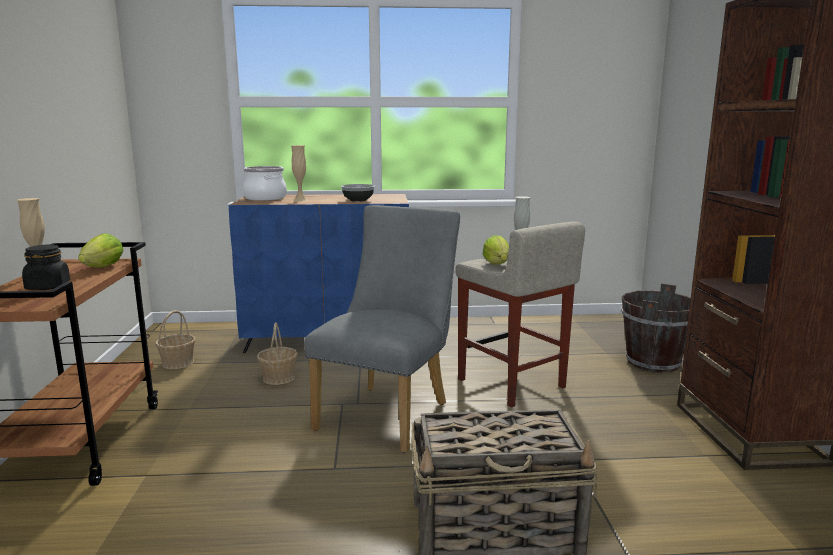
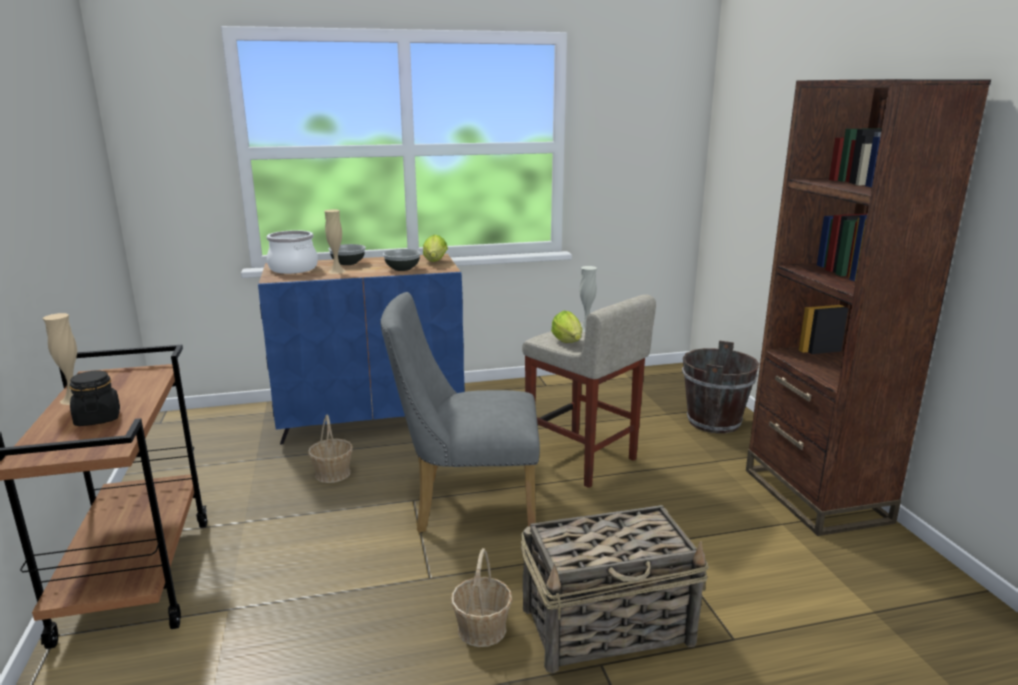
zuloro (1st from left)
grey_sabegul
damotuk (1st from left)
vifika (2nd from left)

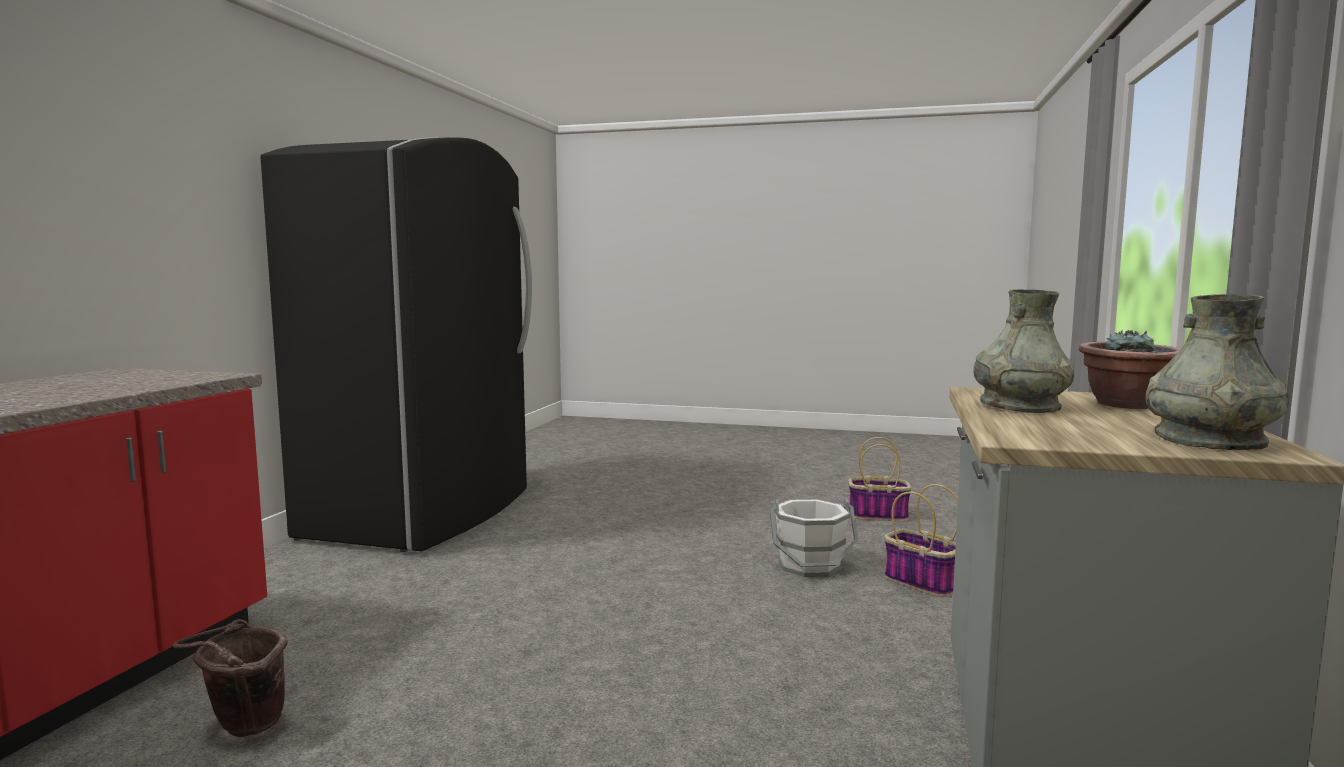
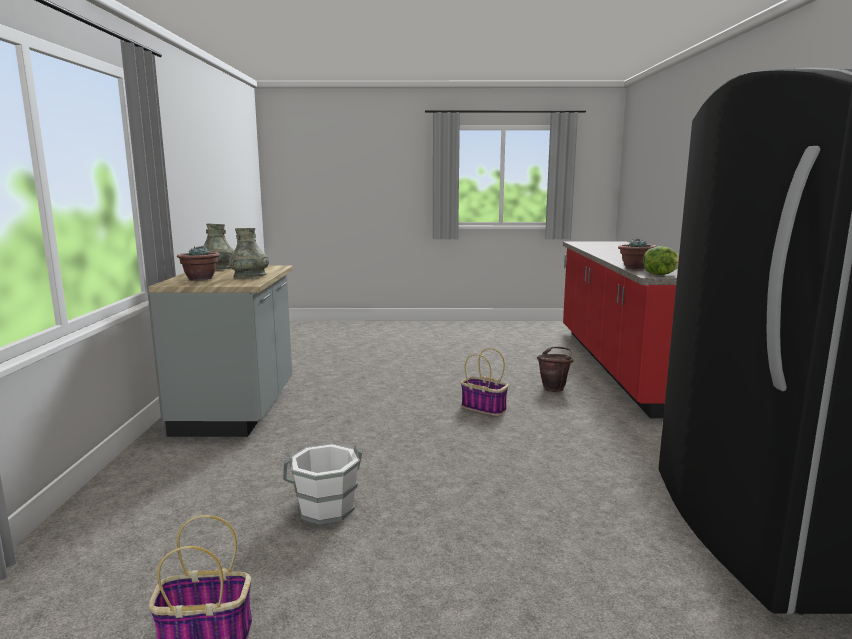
vifika (2nd from left)
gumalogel (2nd from left)
damotuk

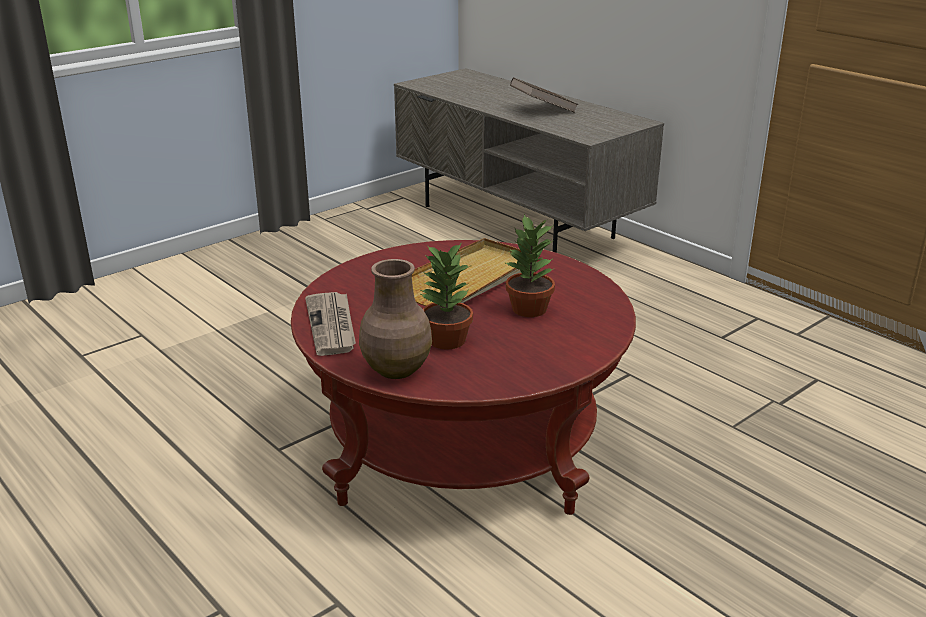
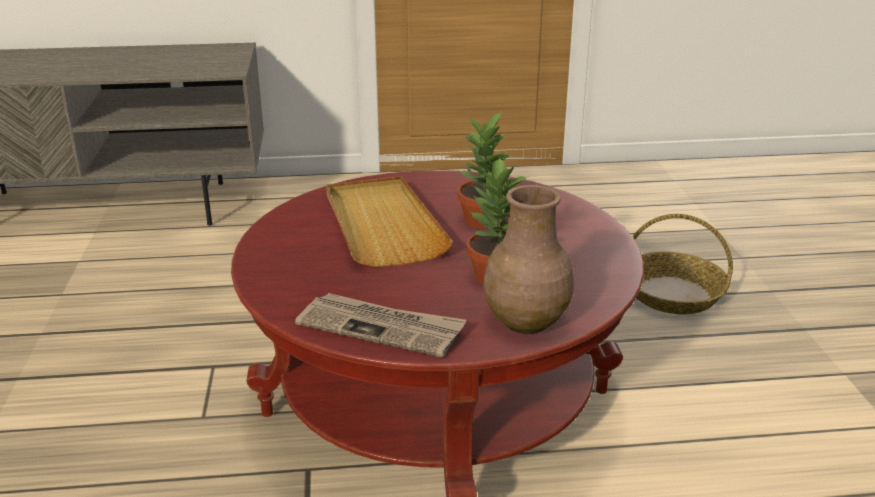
vifika
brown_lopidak

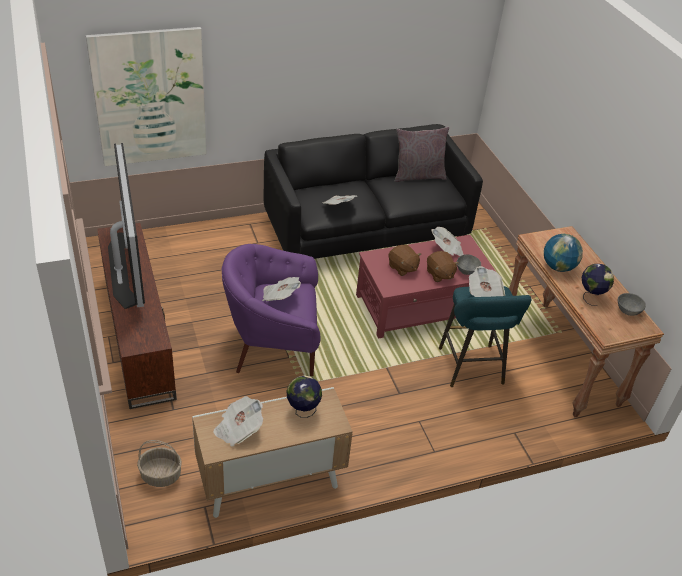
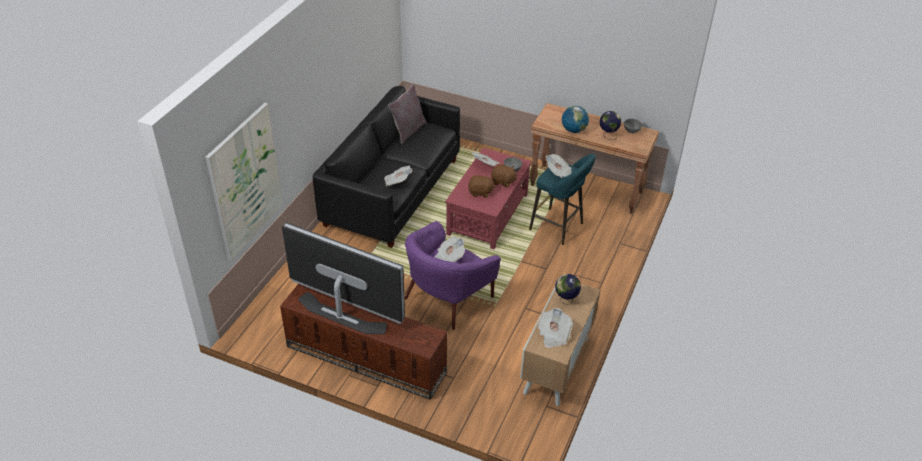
vifika

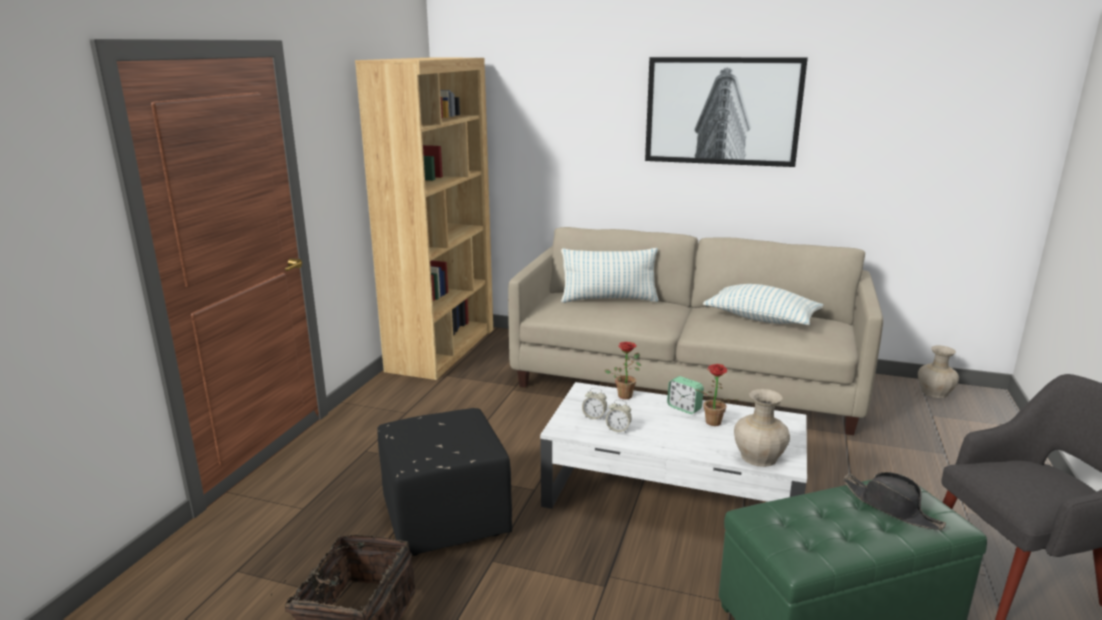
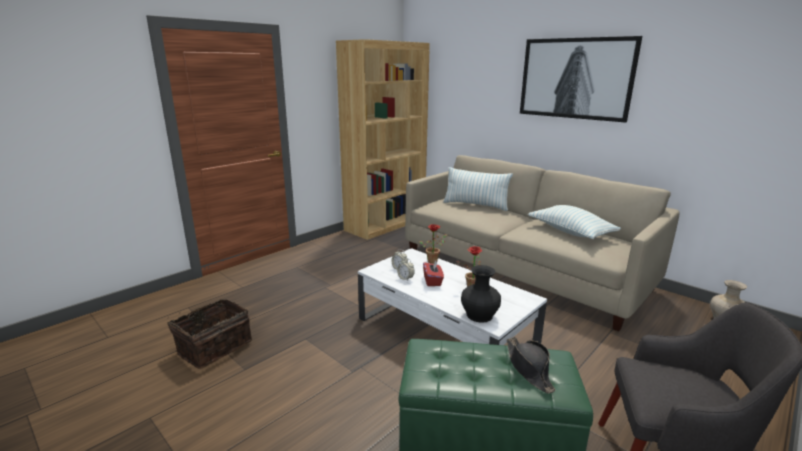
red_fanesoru
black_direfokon
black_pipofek
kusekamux (3rd from left in the first image)

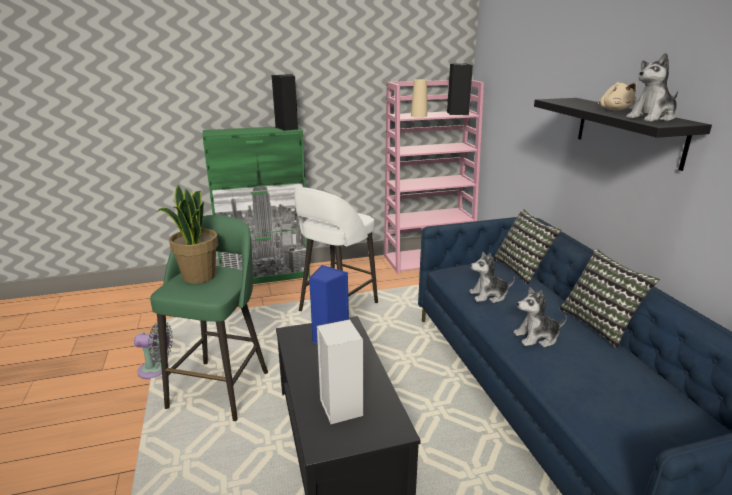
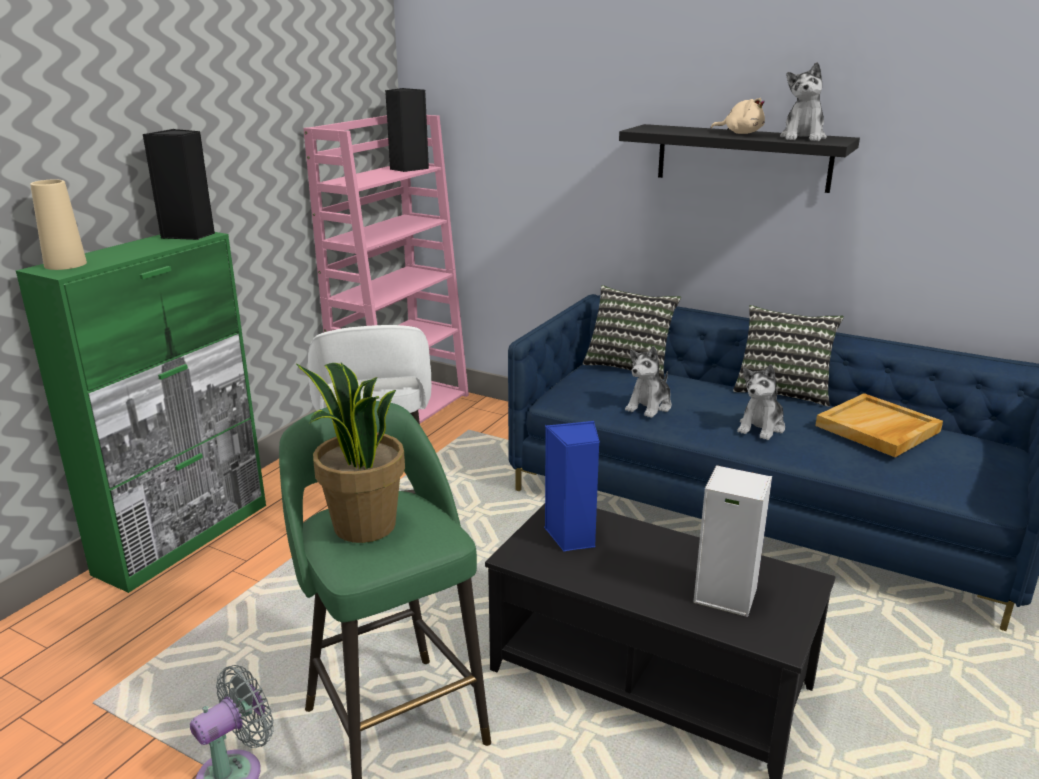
beige_direfokon
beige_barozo

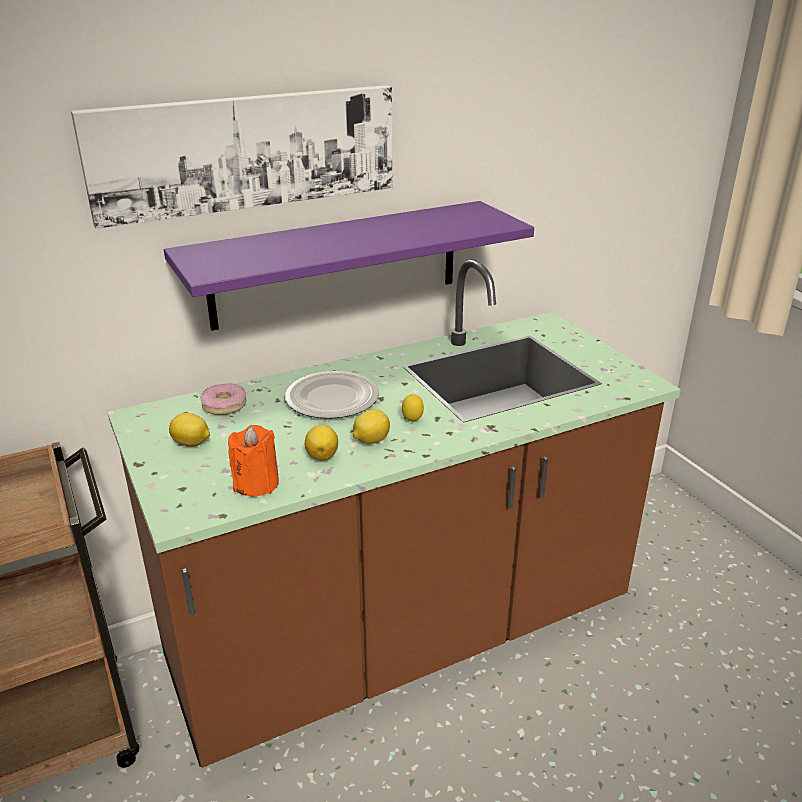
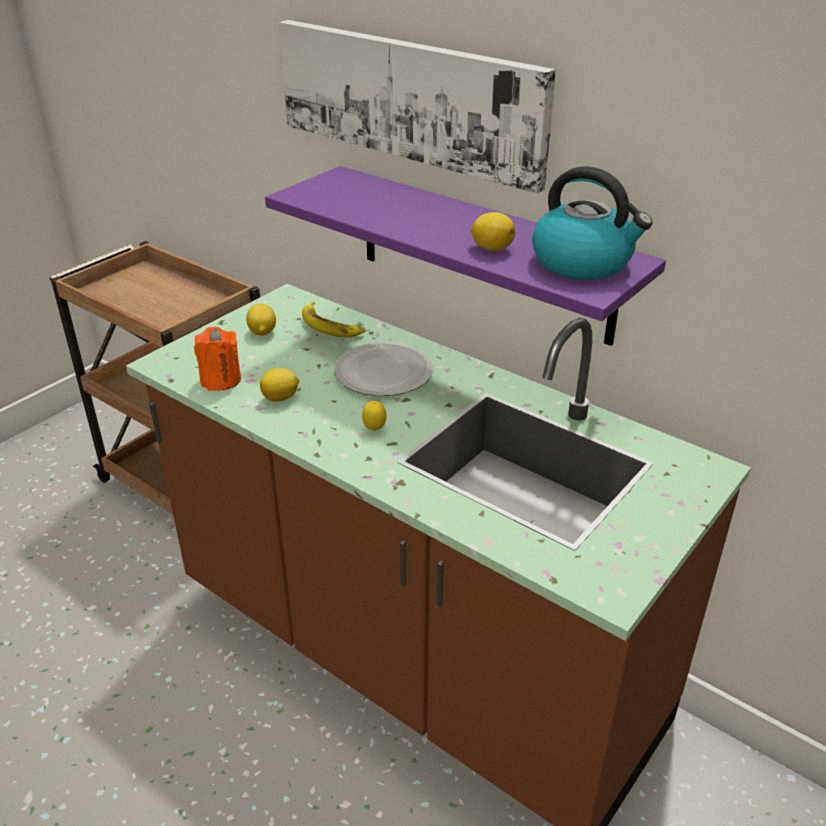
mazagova
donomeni (4th from left)
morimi

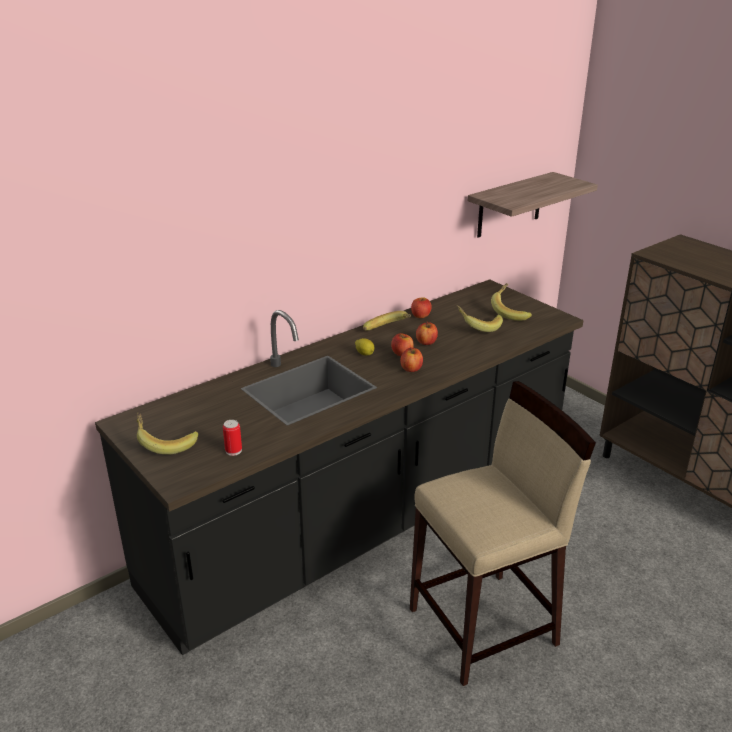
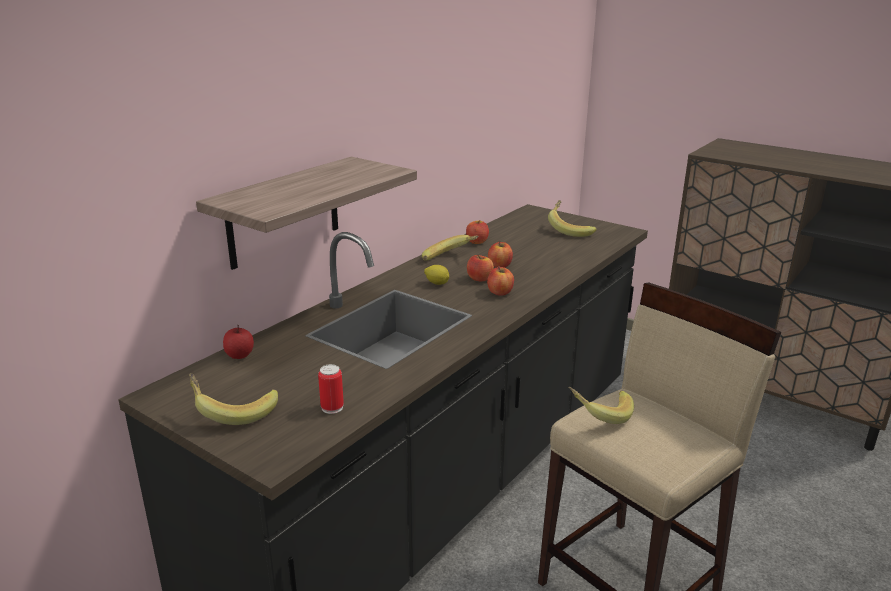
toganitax
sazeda (1st from left)
mazagova (4th from left)

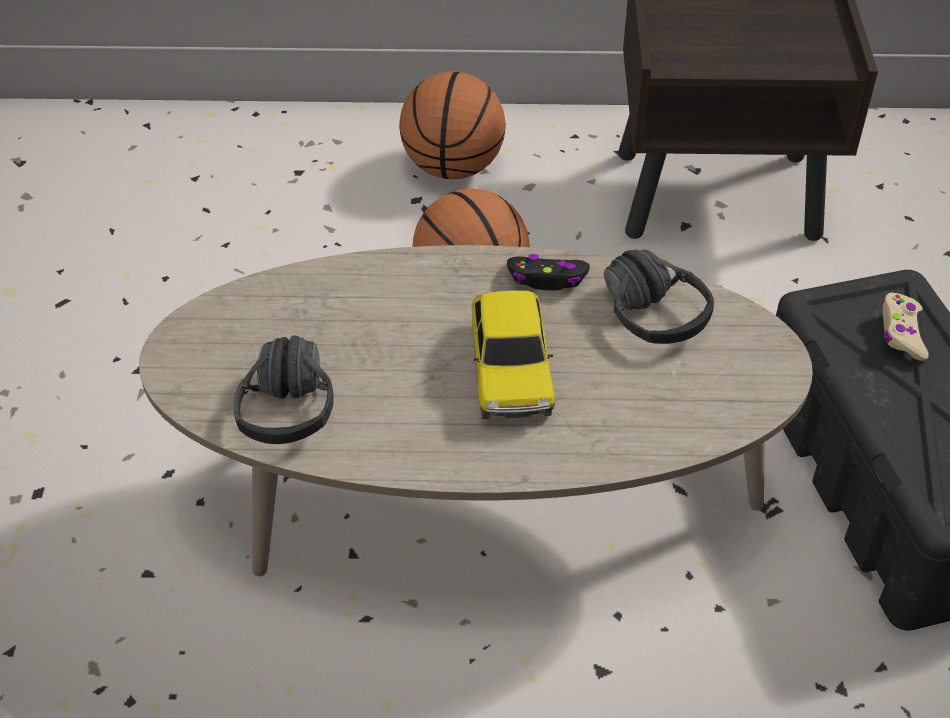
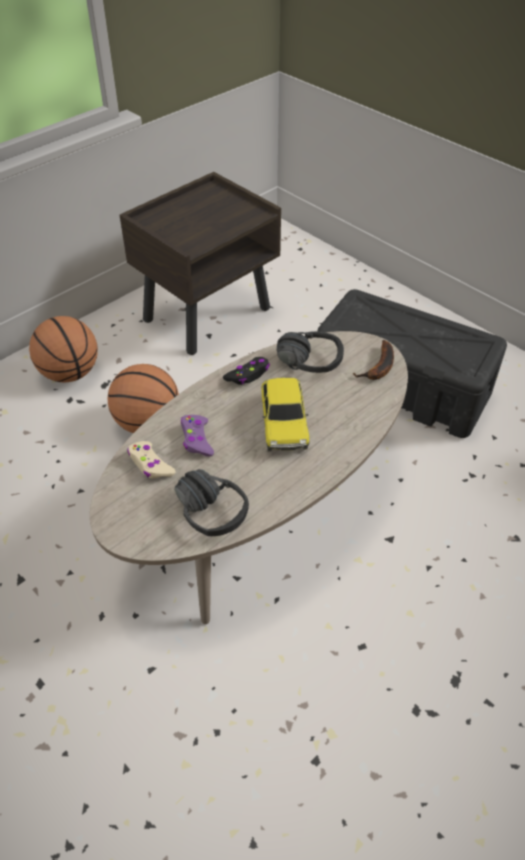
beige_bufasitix
purple_bufasitix
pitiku
mazagova

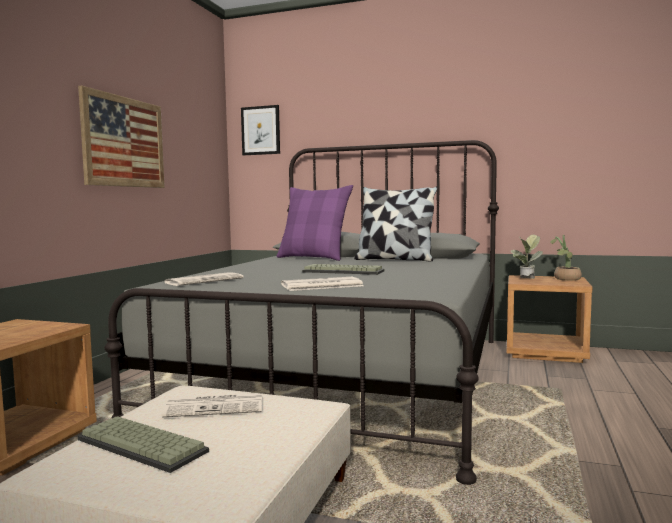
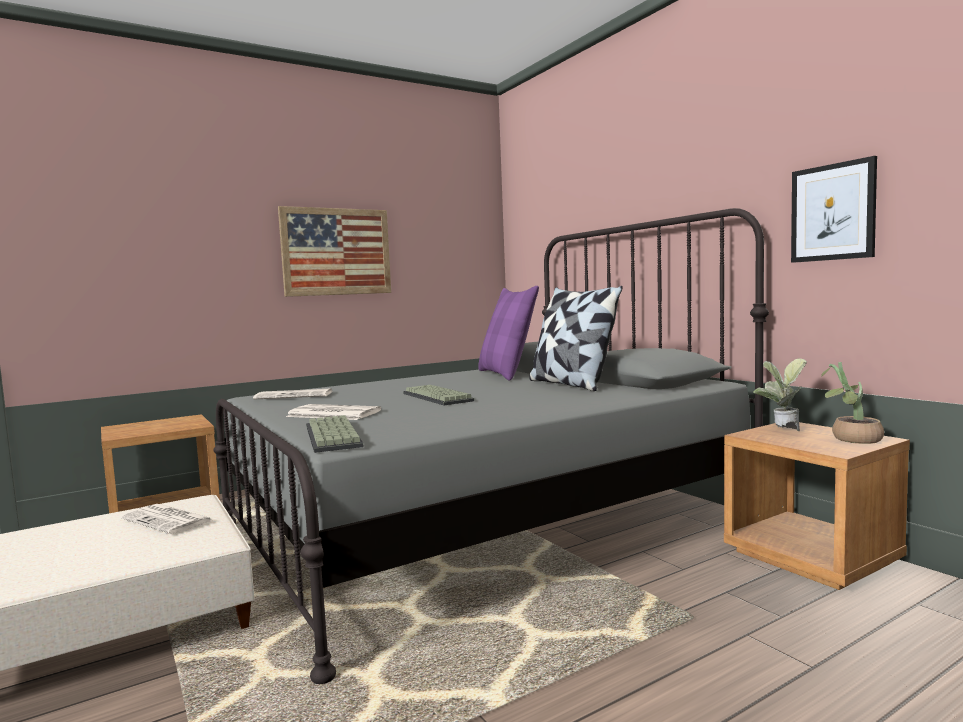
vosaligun (1st from left)
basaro (2nd from left)

